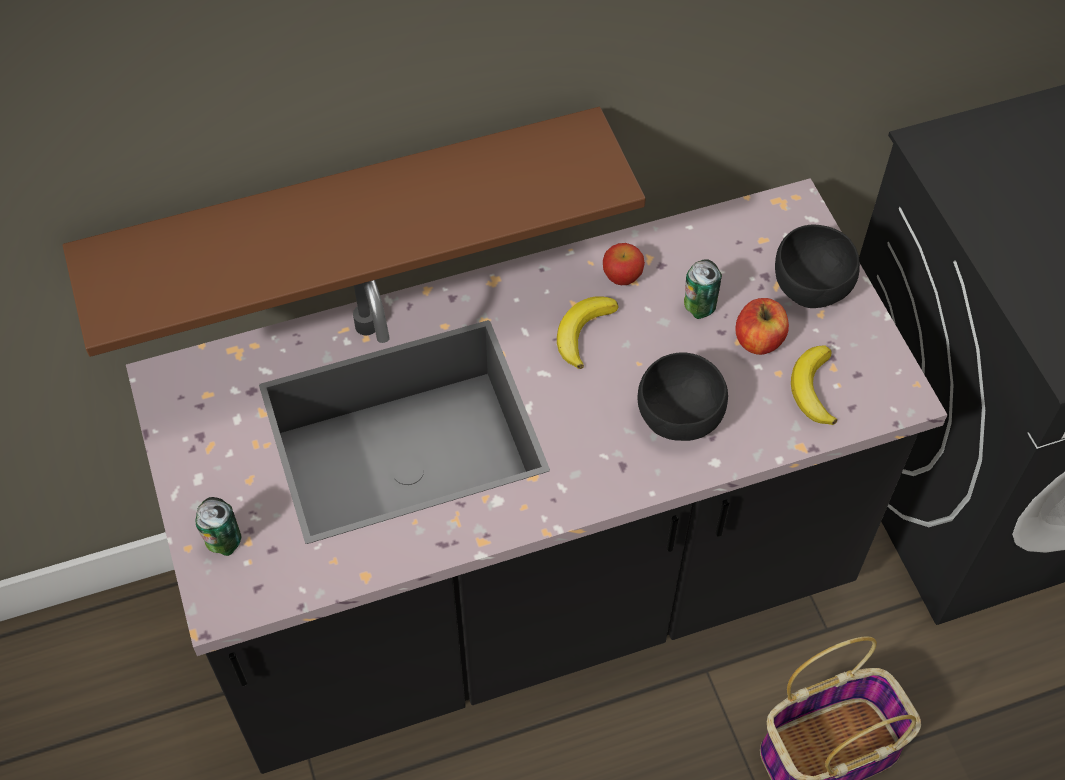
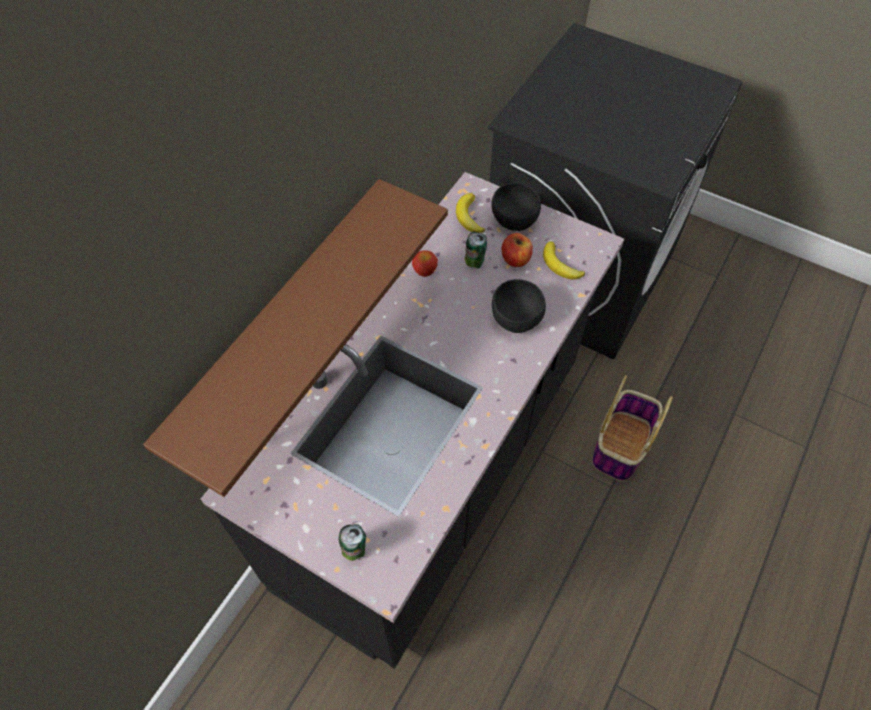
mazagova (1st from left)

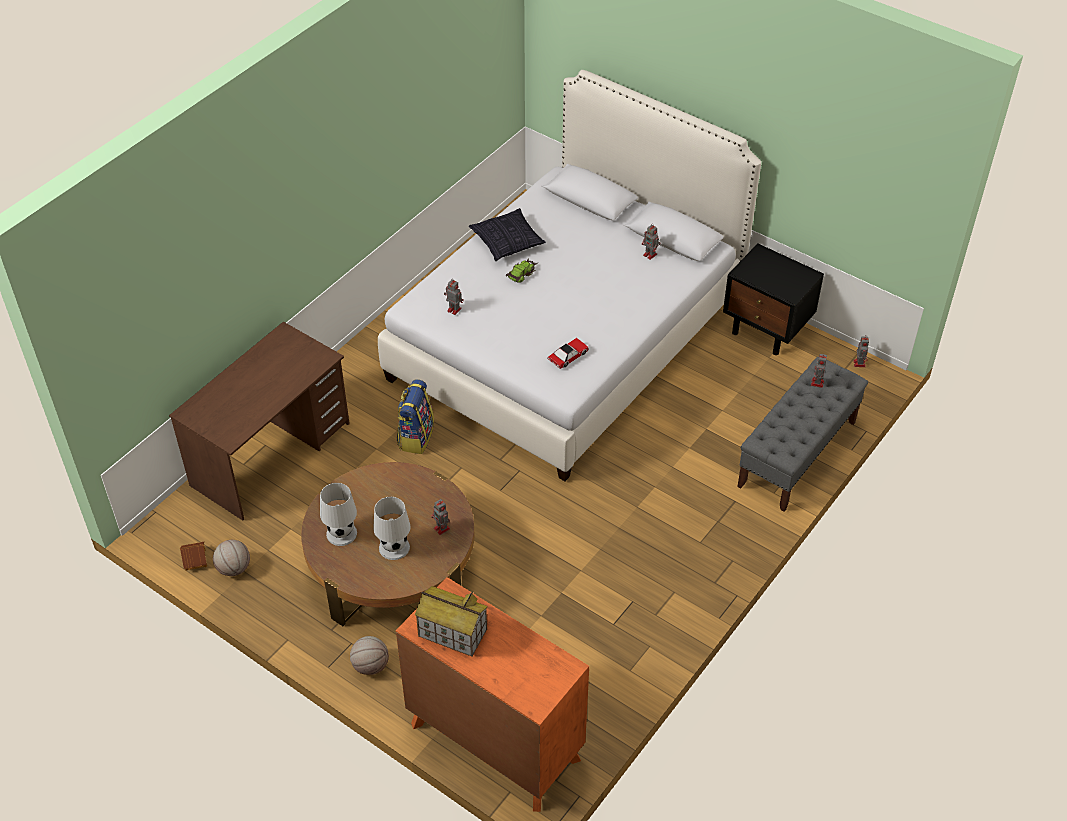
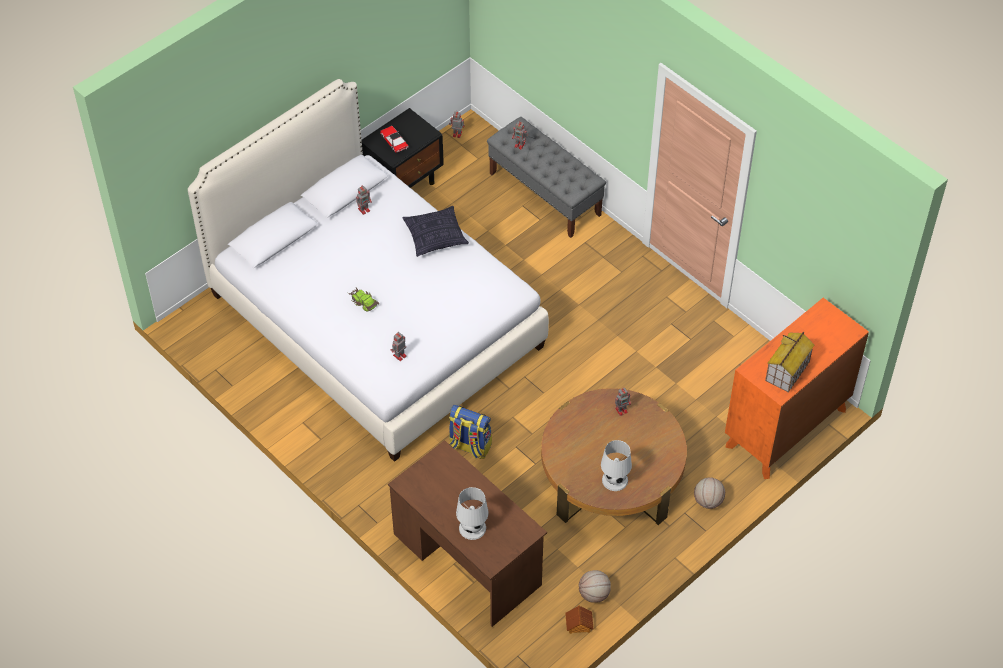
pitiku (2nd from left)
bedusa
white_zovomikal (1st from left)

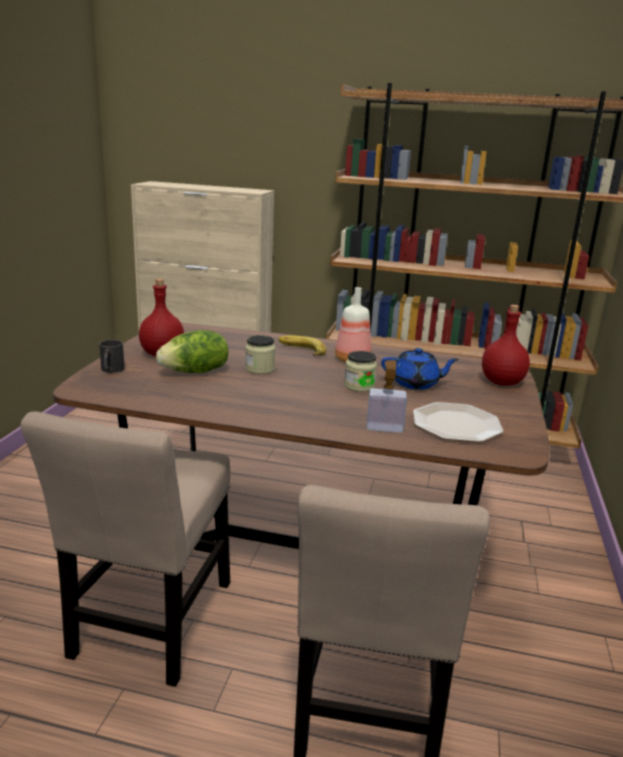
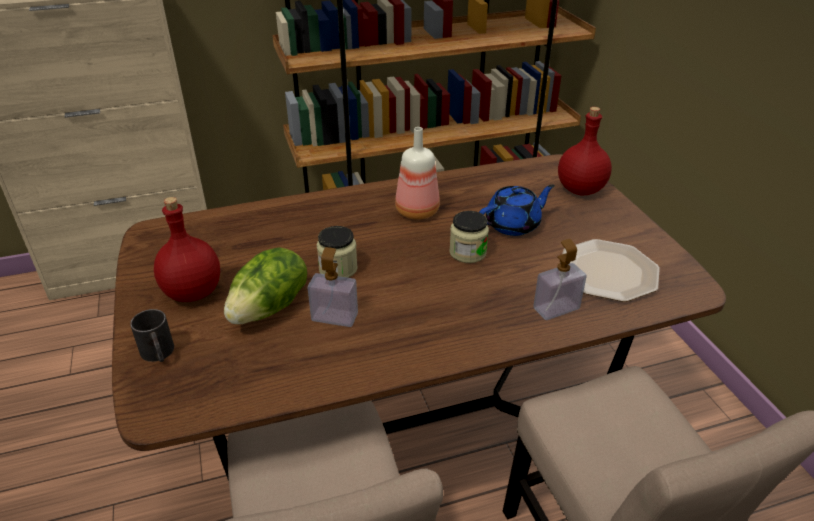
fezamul (1st from left)
mazagova

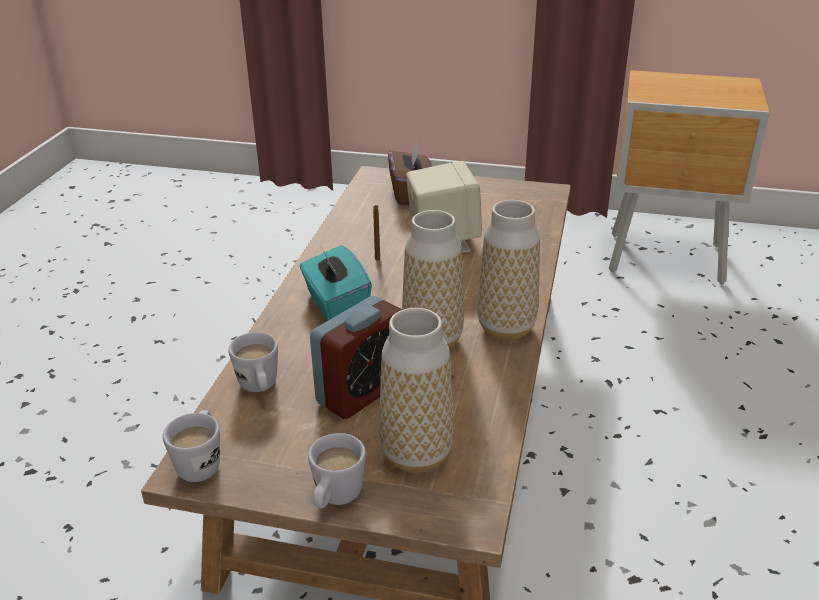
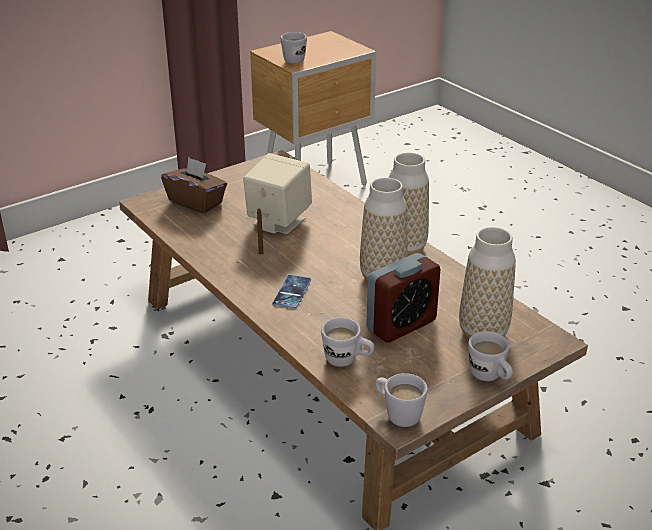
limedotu
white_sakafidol (1st from left)
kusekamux

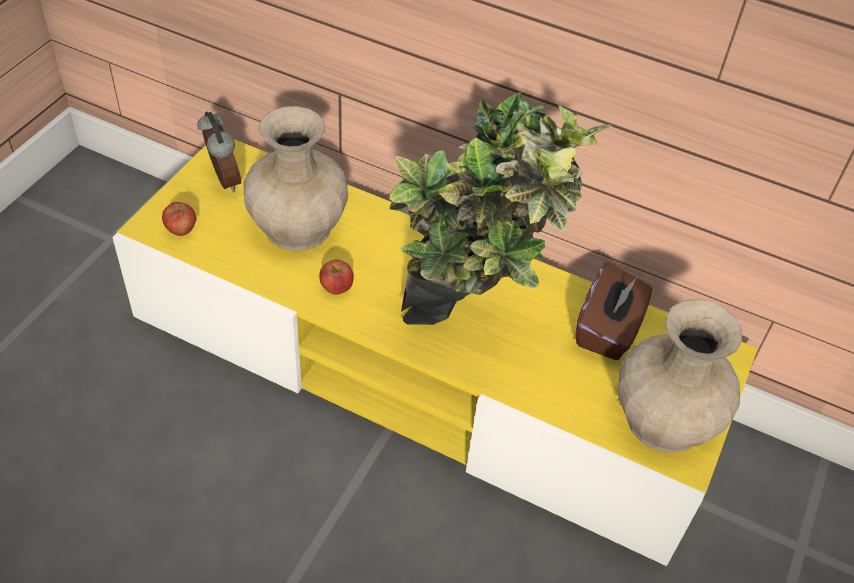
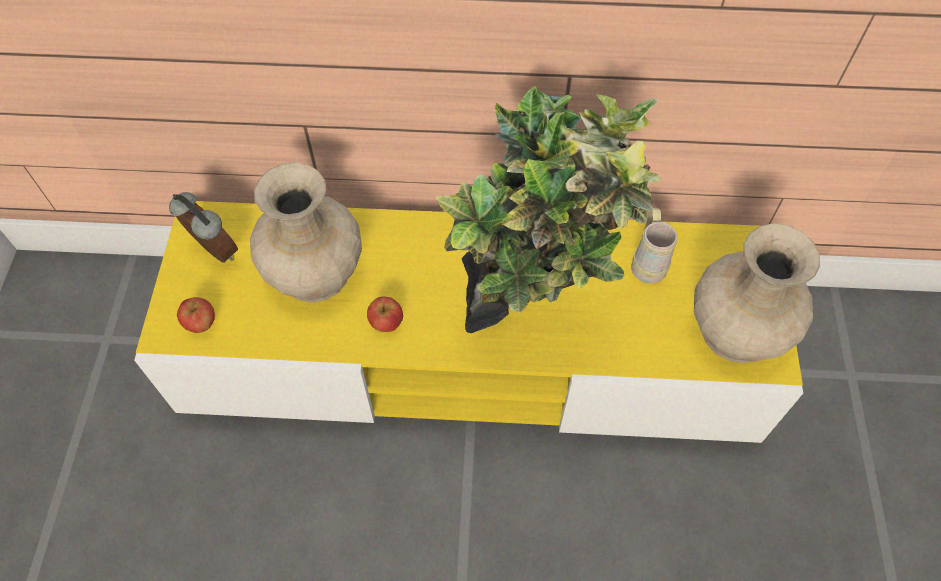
beige_sakafidol

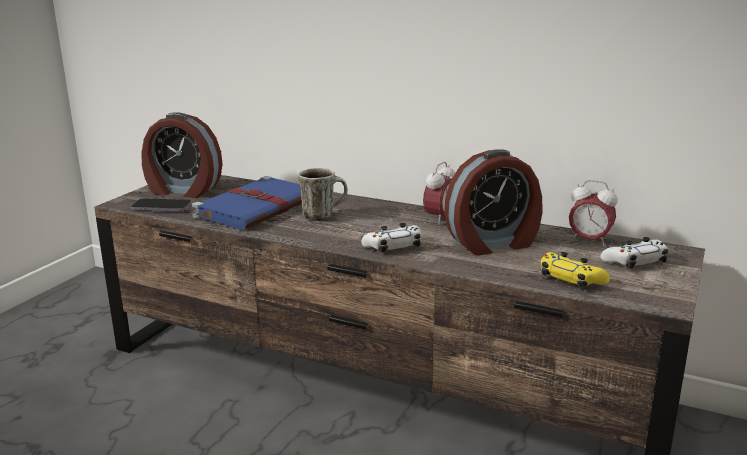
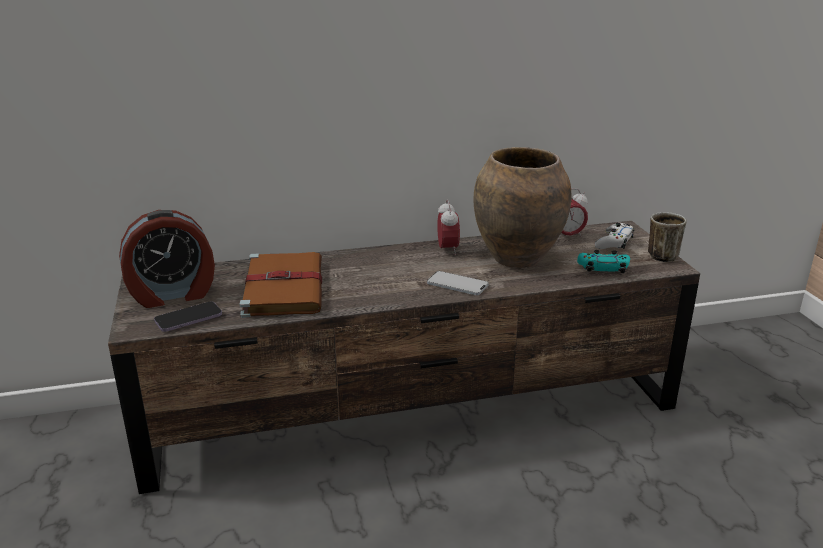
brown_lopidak
limedotu (2nd from left)
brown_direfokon
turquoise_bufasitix
sakafidol

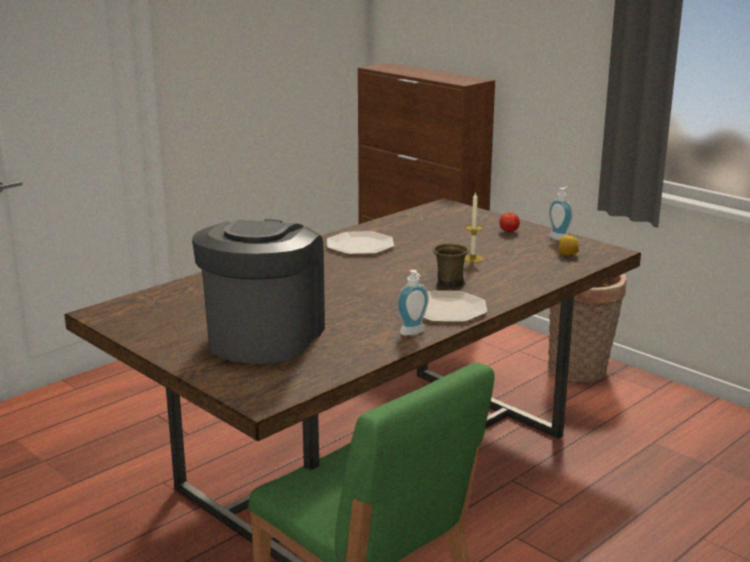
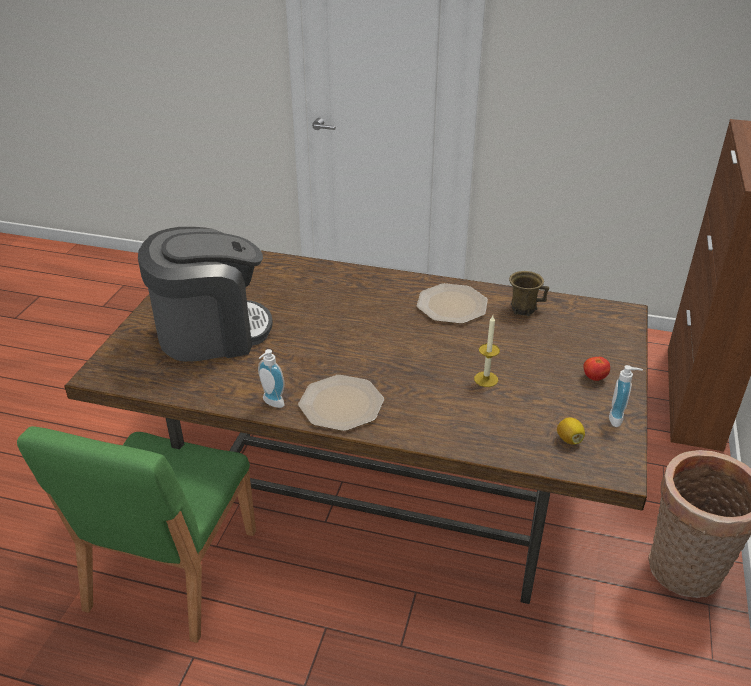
brown_sakafidol

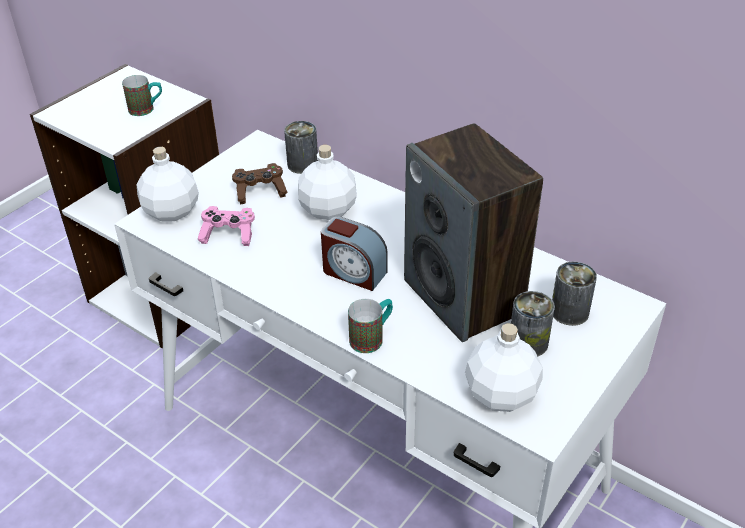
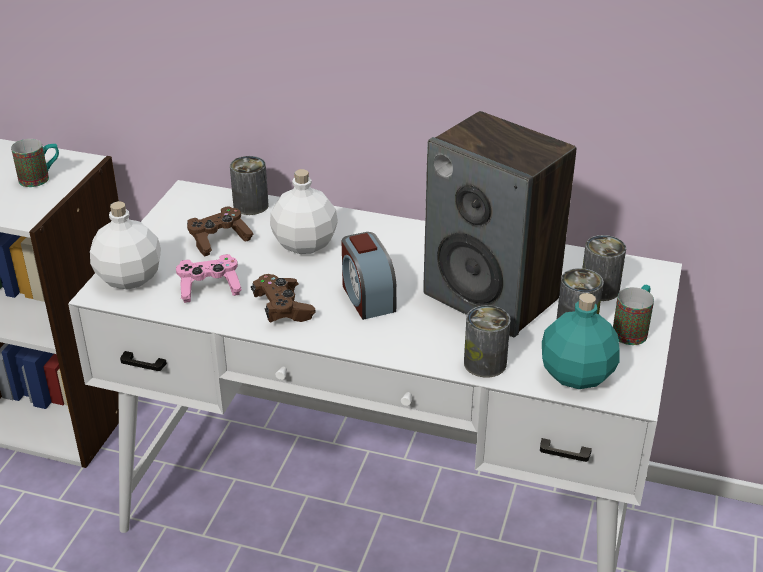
brown_bufasitix (2nd from left)
kusekamux
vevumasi (2nd from left)
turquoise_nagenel
sakafidol (2nd from left)

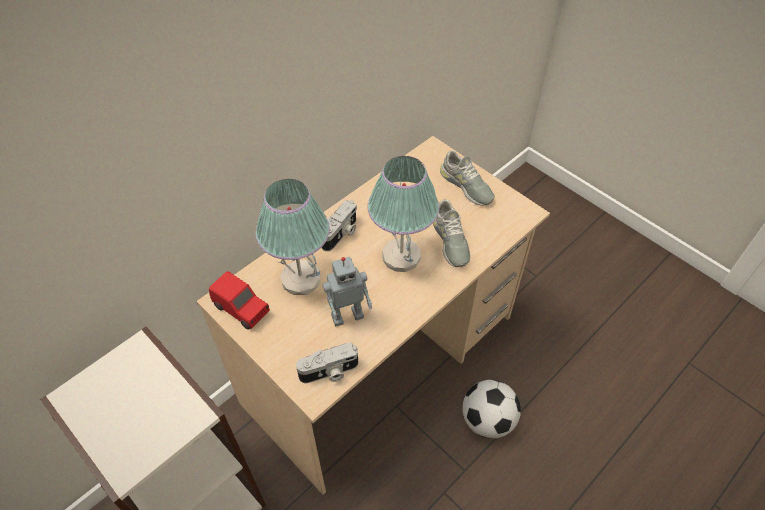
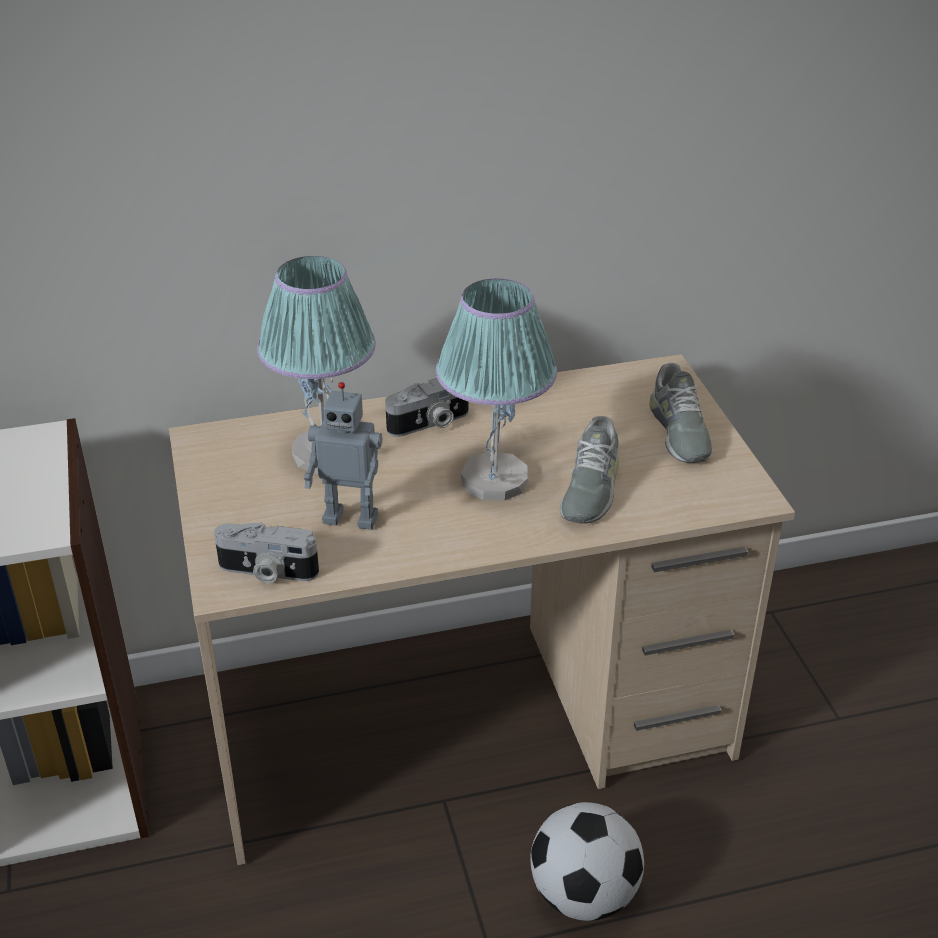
red_pitiku

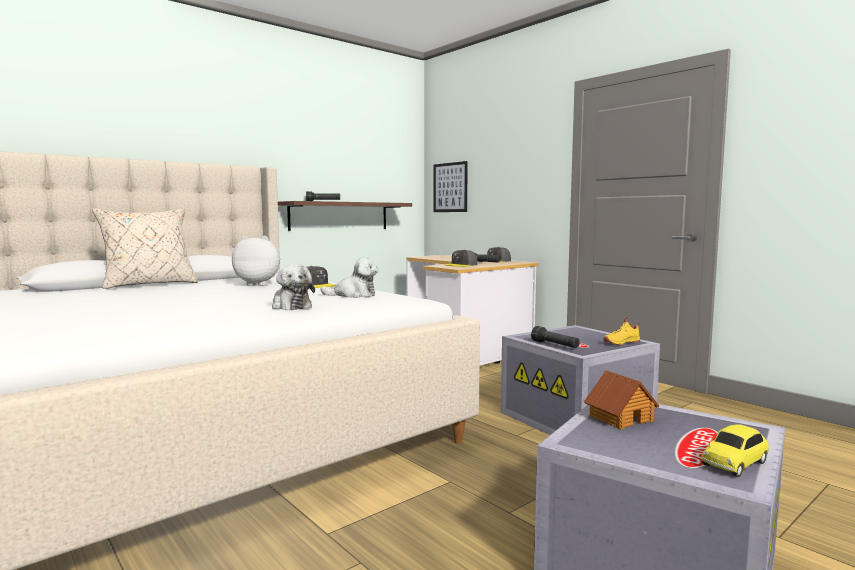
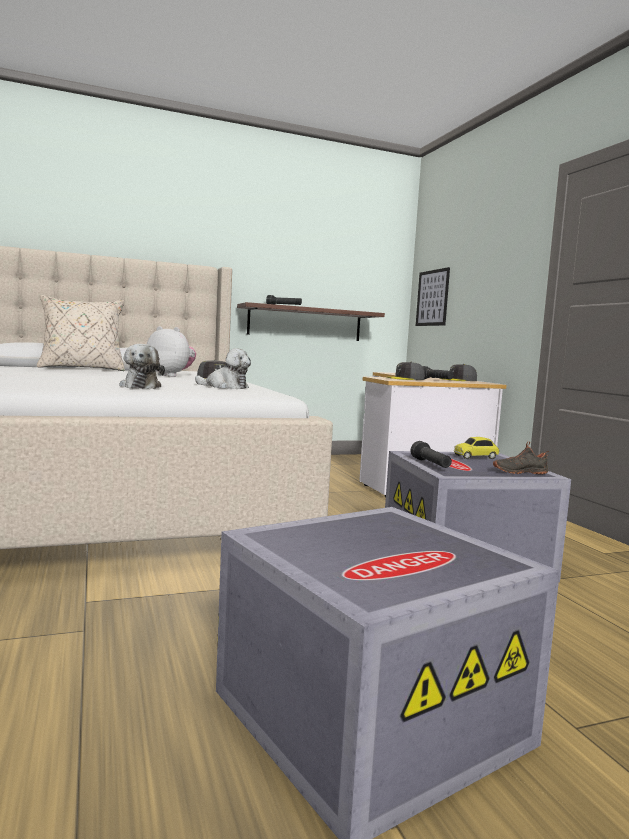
pitiku
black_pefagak
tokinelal

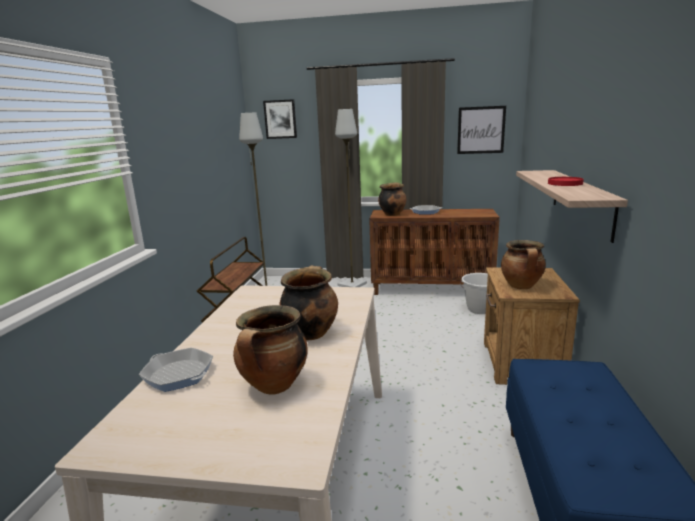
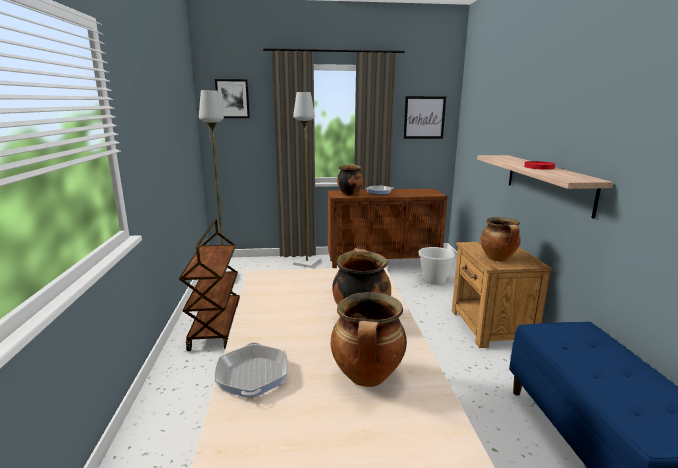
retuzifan (1st from left)

